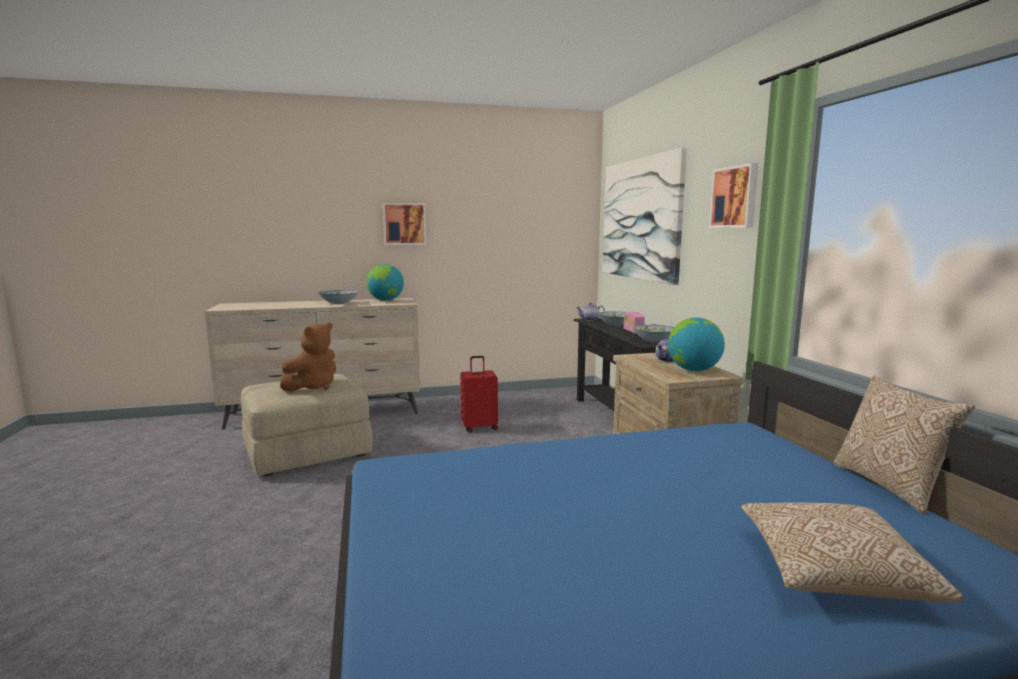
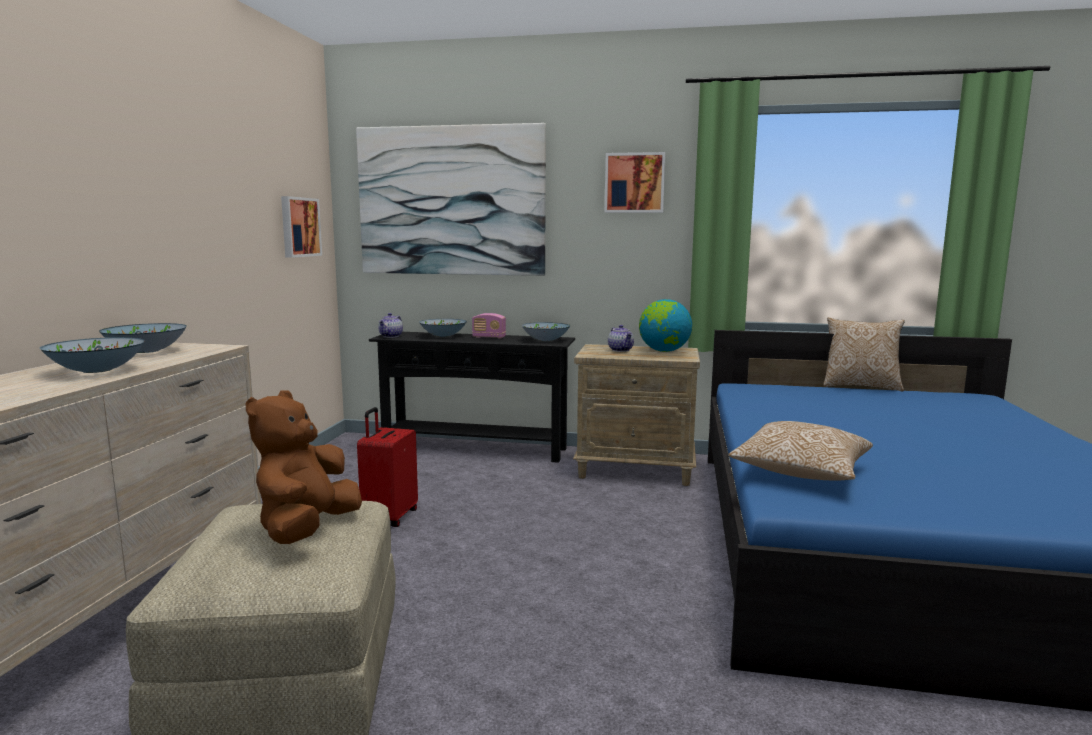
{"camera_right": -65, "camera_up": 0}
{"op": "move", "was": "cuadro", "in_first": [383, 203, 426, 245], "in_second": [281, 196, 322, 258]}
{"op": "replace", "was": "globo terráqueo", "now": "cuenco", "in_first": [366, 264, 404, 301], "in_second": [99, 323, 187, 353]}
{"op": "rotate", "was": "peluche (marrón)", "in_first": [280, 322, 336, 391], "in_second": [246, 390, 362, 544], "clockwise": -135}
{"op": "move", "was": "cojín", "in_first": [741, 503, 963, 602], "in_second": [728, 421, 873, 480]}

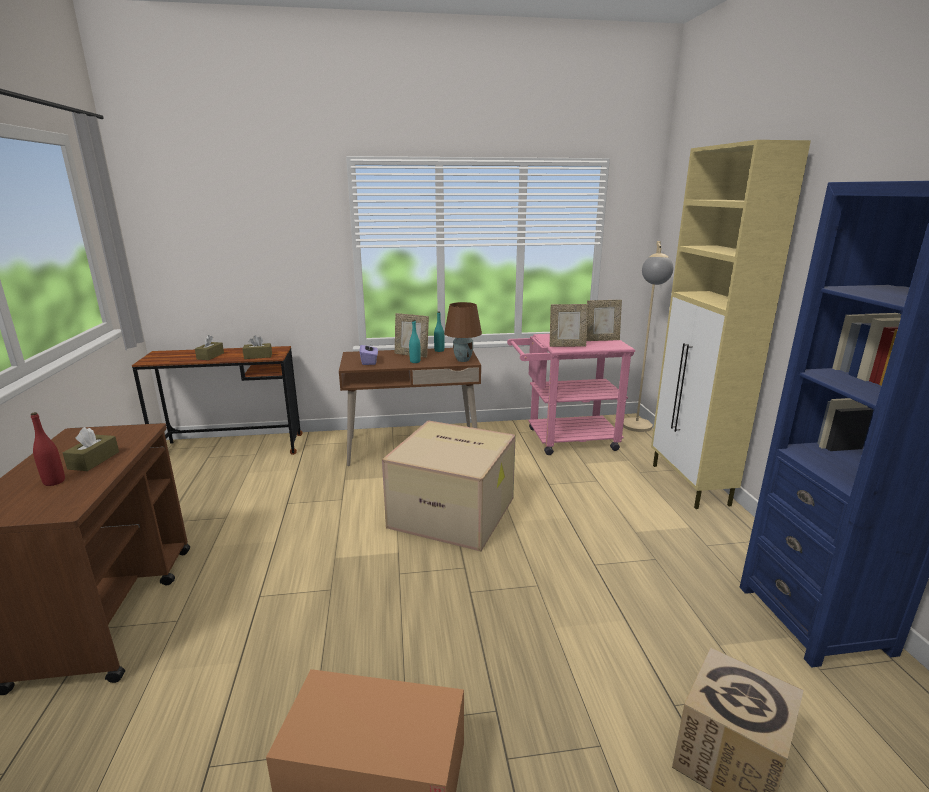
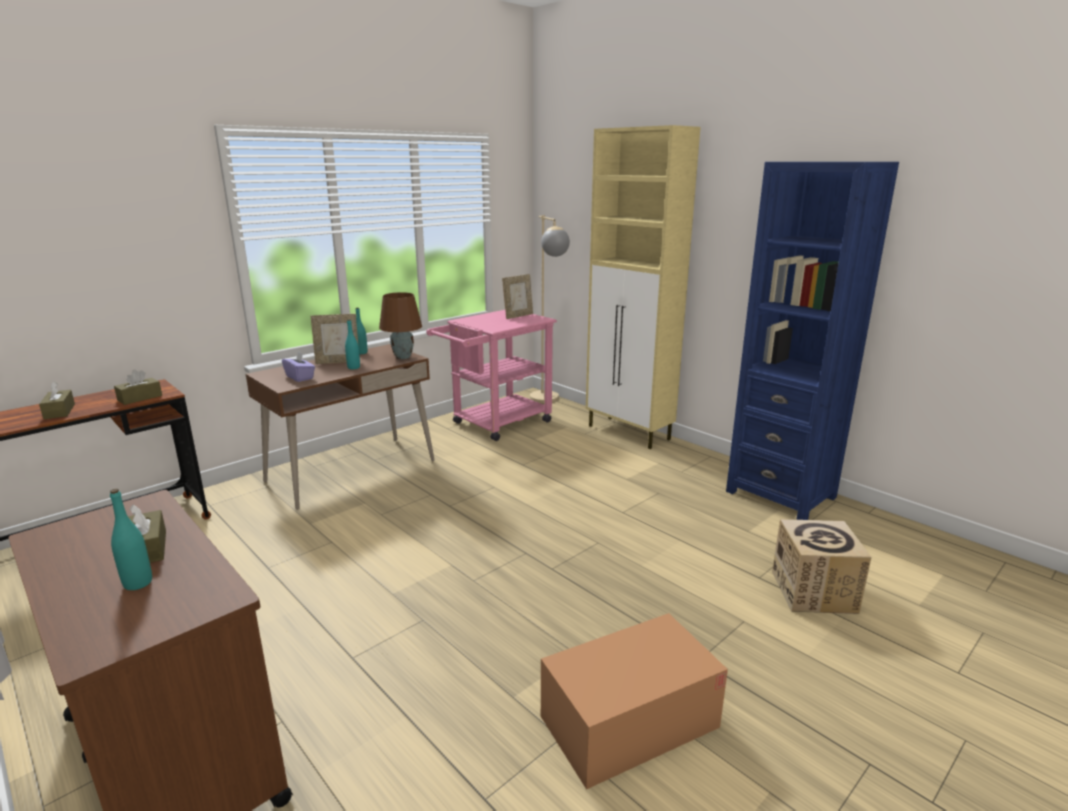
{"camera_right": -35, "camera_up": 0}
{"op": "delete", "was": "portarretratos", "in_first": [550, 304, 588, 347]}
{"op": "recolor", "was": "botella (rojo)", "now": "botella (turquesa)", "in_first": [31, 412, 65, 486], "in_second": [110, 489, 152, 590]}
{"op": "delete", "was": "caja de cartón", "in_first": [382, 420, 516, 551]}

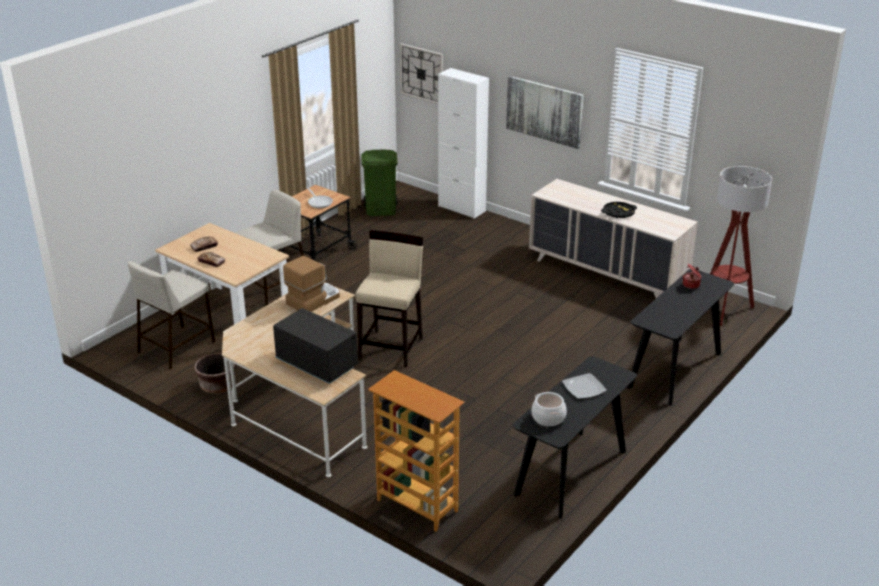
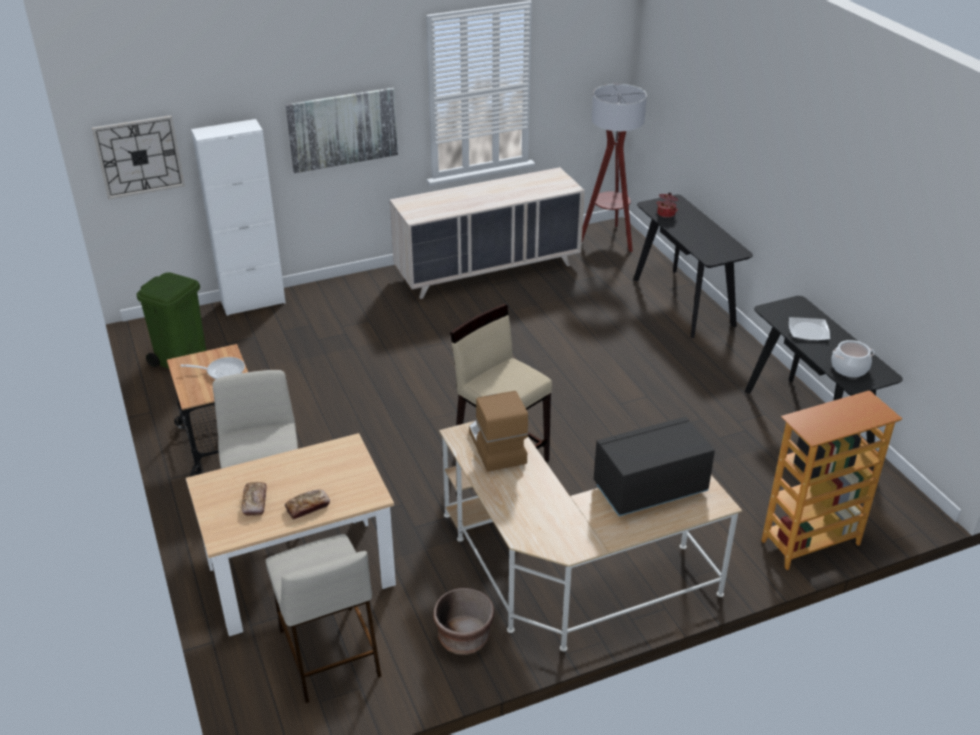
{"camera_right": -60, "camera_up": 5}
{"op": "delete", "was": "bandeja (negro)", "in_first": [601, 202, 637, 218]}

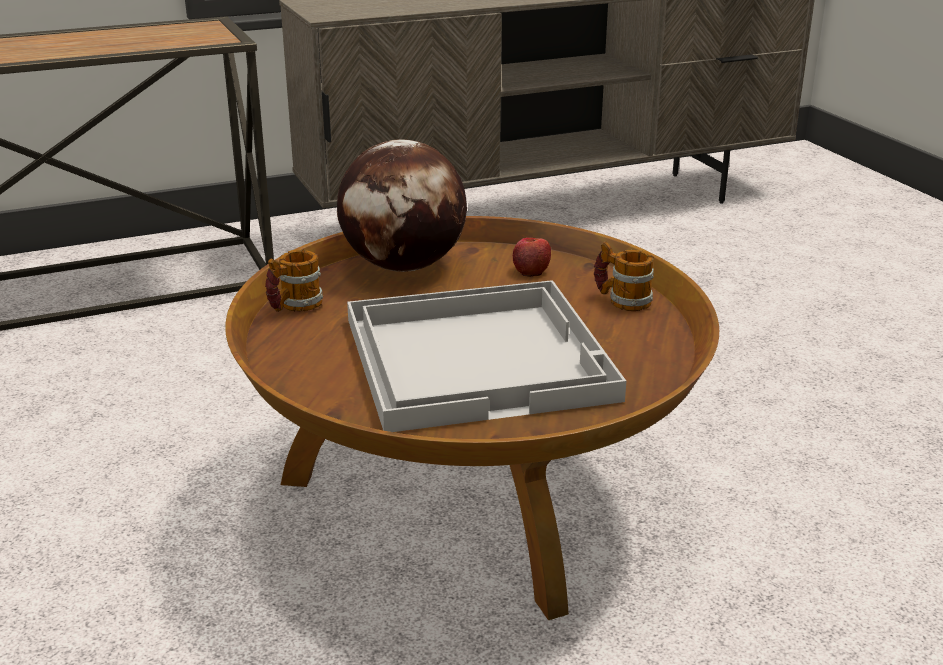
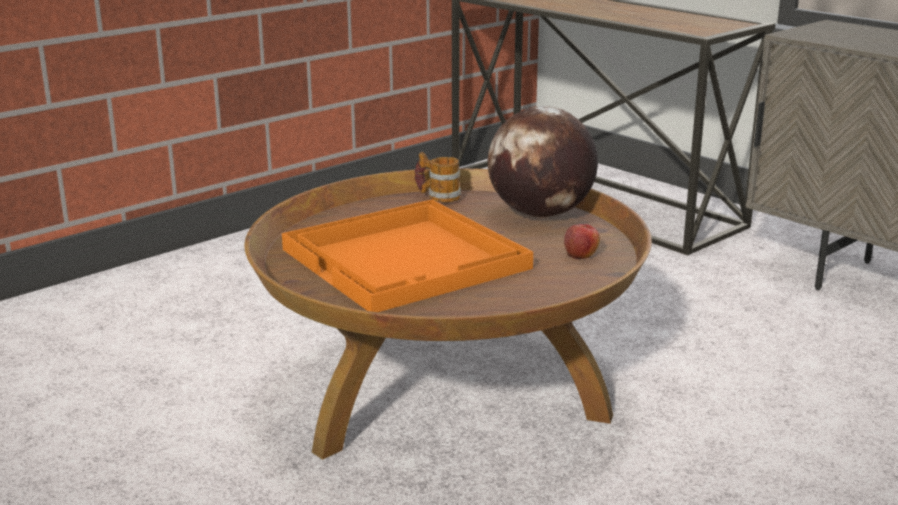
{"camera_right": 70, "camera_up": -5}
{"op": "delete", "was": "taza grande", "in_first": [594, 242, 654, 311]}
{"op": "recolor", "was": "bandeja (blanco)", "now": "bandeja (naranja)", "in_first": [347, 280, 626, 432], "in_second": [282, 199, 533, 312]}

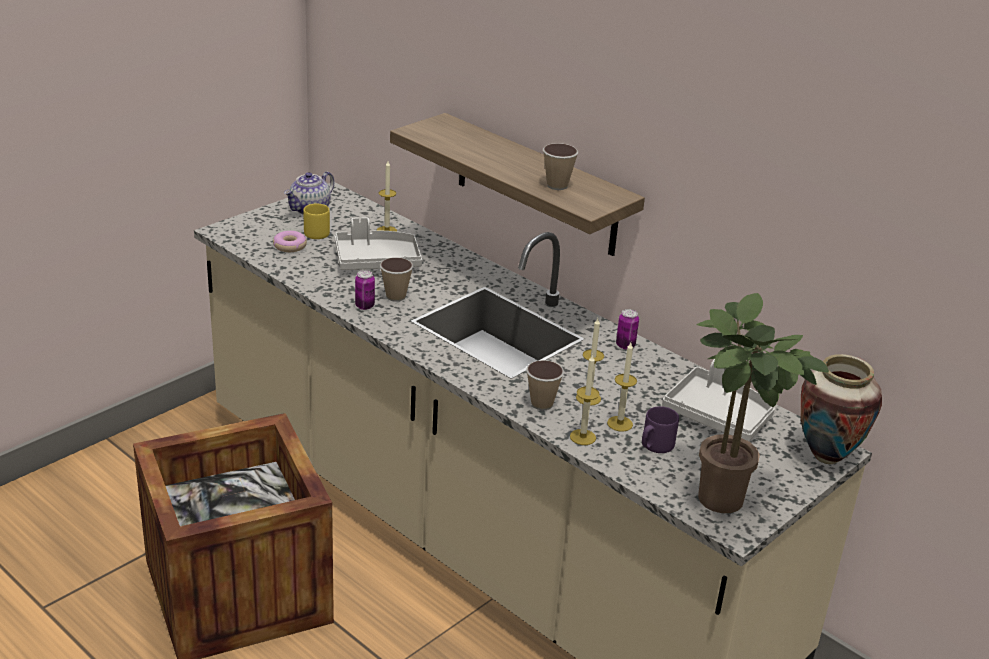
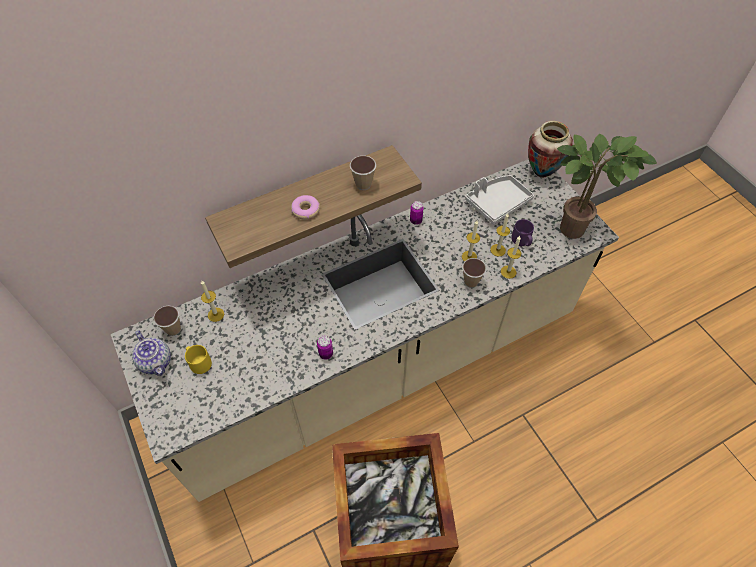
{"camera_right": -70, "camera_up": 25}
{"op": "delete", "was": "bandeja (gris)", "in_first": [335, 217, 422, 270]}
{"op": "move", "was": "rosquilla", "in_first": [273, 231, 307, 252], "in_second": [291, 195, 320, 220]}
{"op": "move", "was": "taza", "in_first": [380, 257, 413, 302], "in_second": [153, 305, 181, 336]}

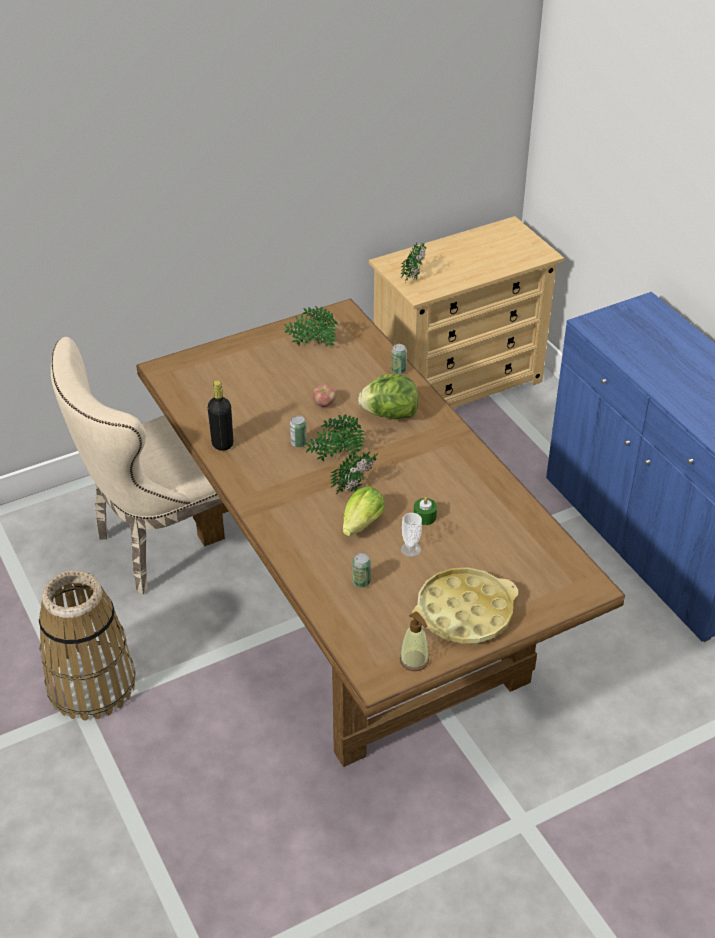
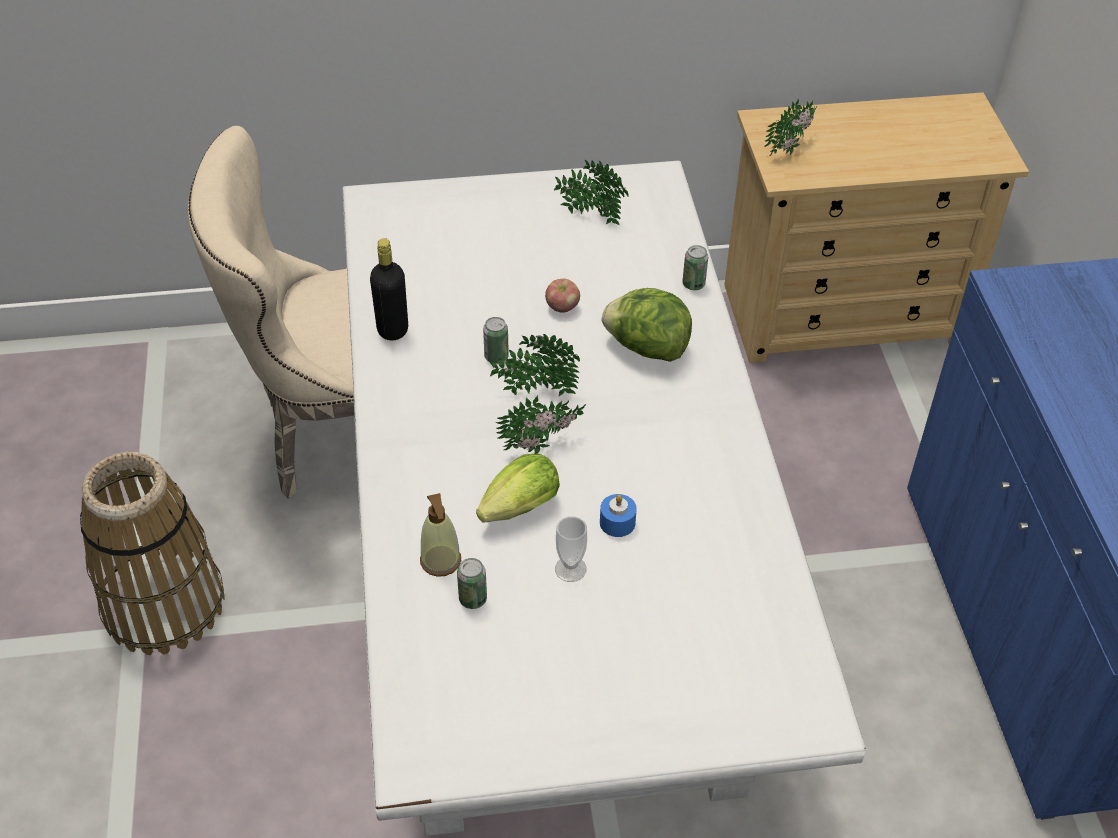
{"camera_right": 20, "camera_up": 5}
{"op": "recolor", "was": "mesa de comedor (marrón)", "now": "mesa de comedor (blanco)", "in_first": [136, 299, 625, 767], "in_second": [342, 161, 866, 836]}
{"op": "recolor", "was": "vela (verde)", "now": "vela (azul)", "in_first": [414, 497, 437, 525], "in_second": [600, 494, 637, 537]}
{"op": "delete", "was": "bandeja (amarillo)", "in_first": [412, 568, 518, 644]}
{"op": "move", "was": "dispensador de jabón", "in_first": [400, 611, 429, 671], "in_second": [420, 493, 461, 577]}

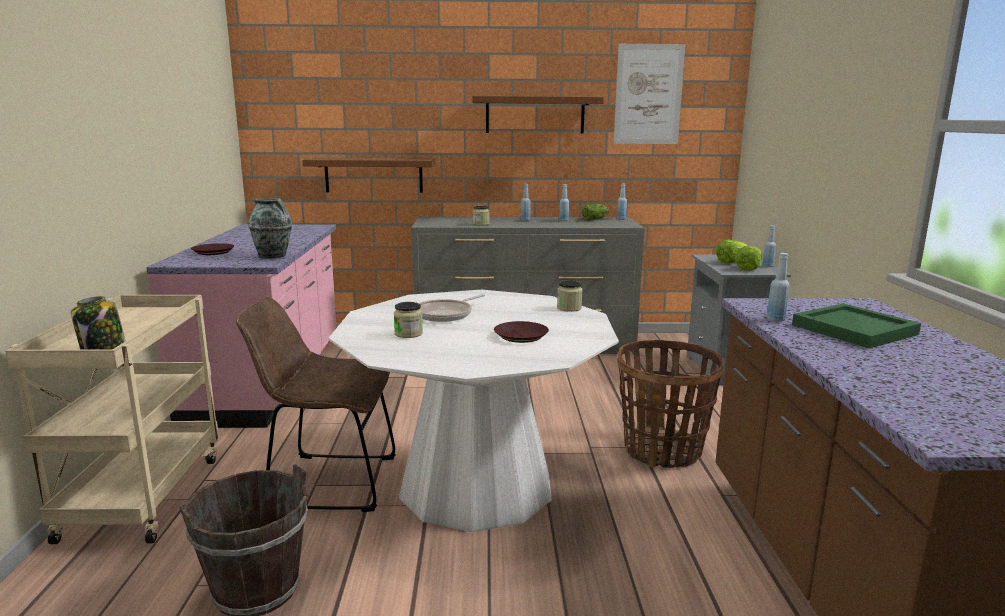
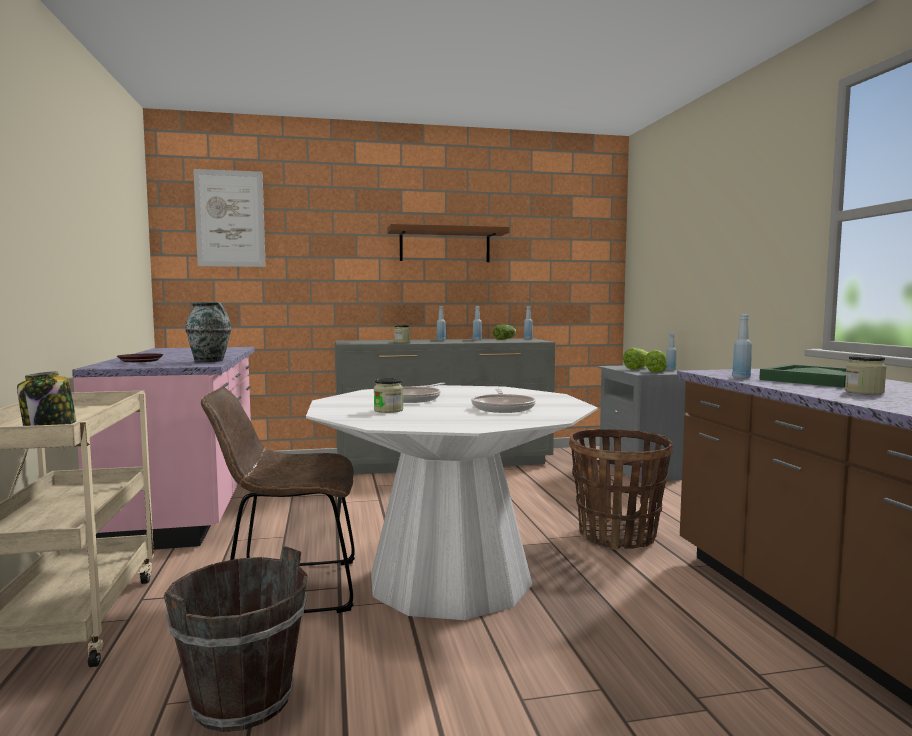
{"camera_right": -10, "camera_up": -10}
{"op": "move", "was": "cuadro", "in_first": [614, 44, 685, 144], "in_second": [193, 169, 266, 267]}
{"op": "delete", "was": "estante (marrón)", "in_first": [302, 158, 435, 193]}
{"op": "move", "was": "tarro", "in_first": [557, 280, 583, 312], "in_second": [845, 355, 887, 395]}
{"op": "replace", "was": "plato (marrón)", "now": "sartén", "in_first": [494, 321, 549, 343], "in_second": [471, 389, 536, 413]}

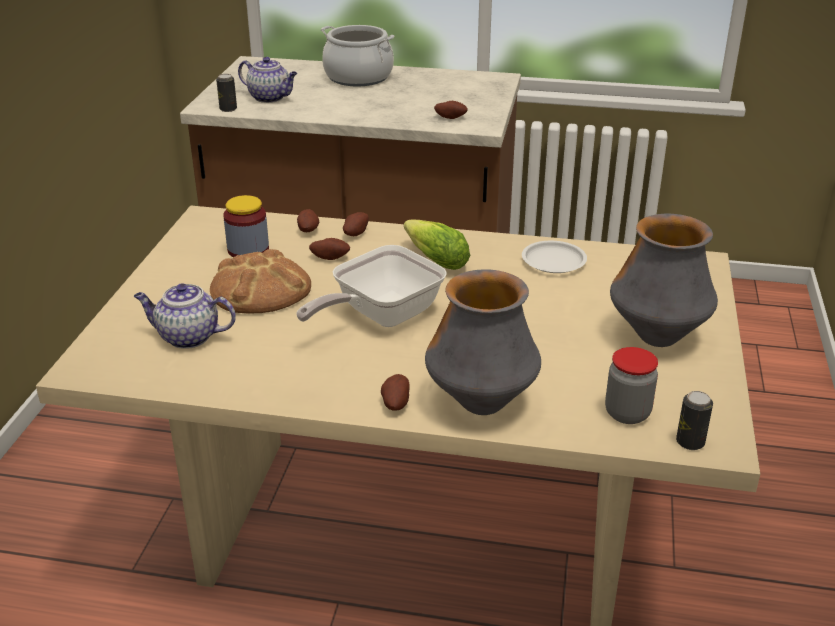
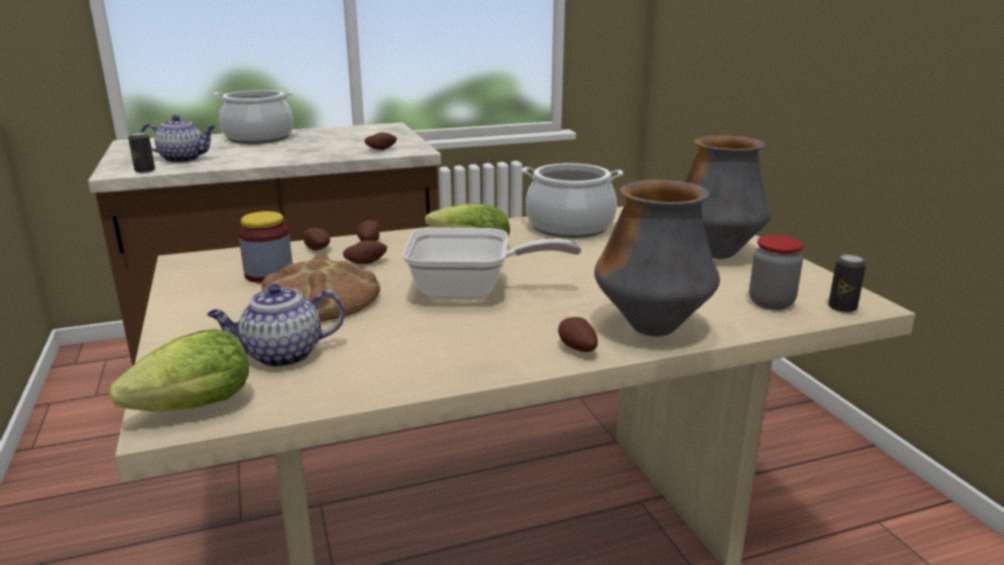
{"camera_right": -30, "camera_up": -10}
{"op": "replace", "was": "plato (blanco)", "now": "olla", "in_first": [522, 241, 587, 273], "in_second": [522, 163, 623, 238]}
{"op": "rotate", "was": "sartén", "in_first": [296, 245, 447, 327], "in_second": [403, 227, 581, 300], "clockwise": -105}
{"op": "insert", "now": "lechuga", "in_second": [109, 329, 249, 412]}

